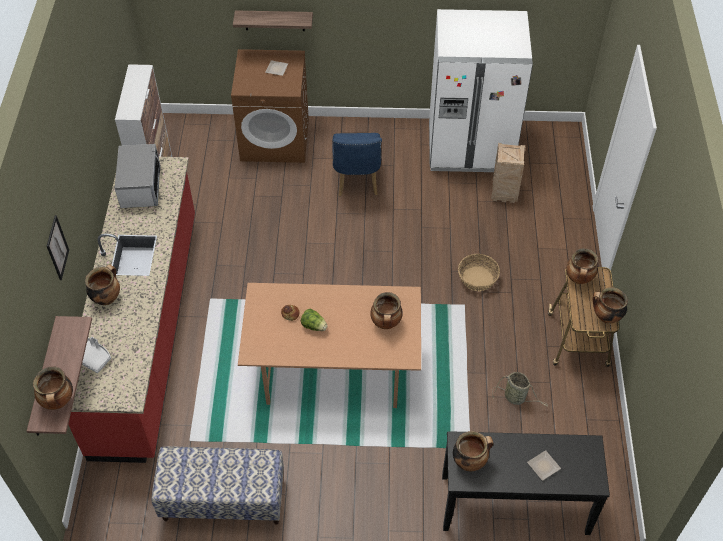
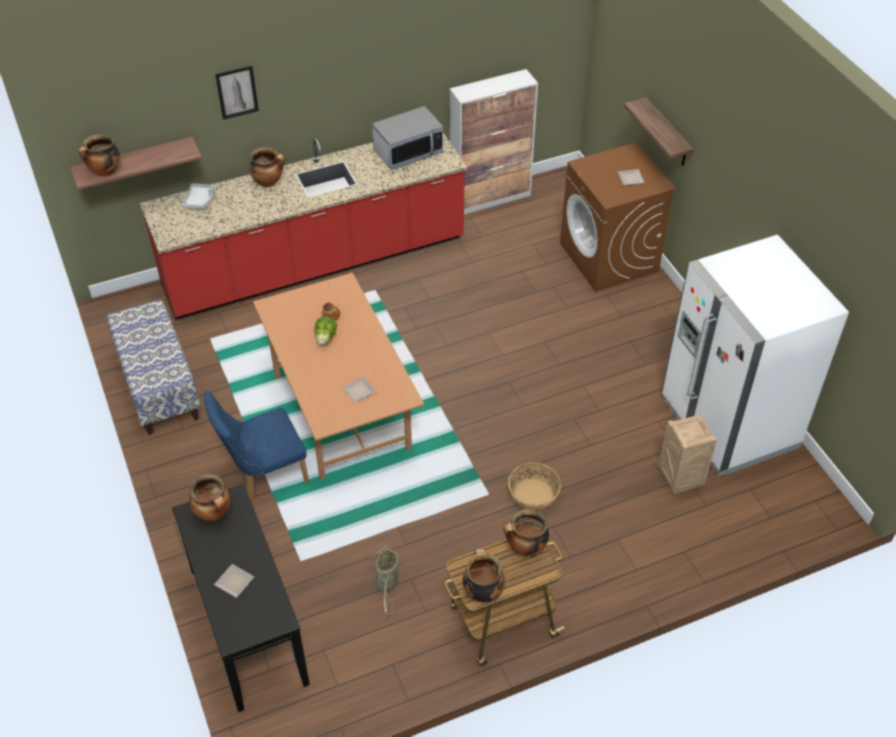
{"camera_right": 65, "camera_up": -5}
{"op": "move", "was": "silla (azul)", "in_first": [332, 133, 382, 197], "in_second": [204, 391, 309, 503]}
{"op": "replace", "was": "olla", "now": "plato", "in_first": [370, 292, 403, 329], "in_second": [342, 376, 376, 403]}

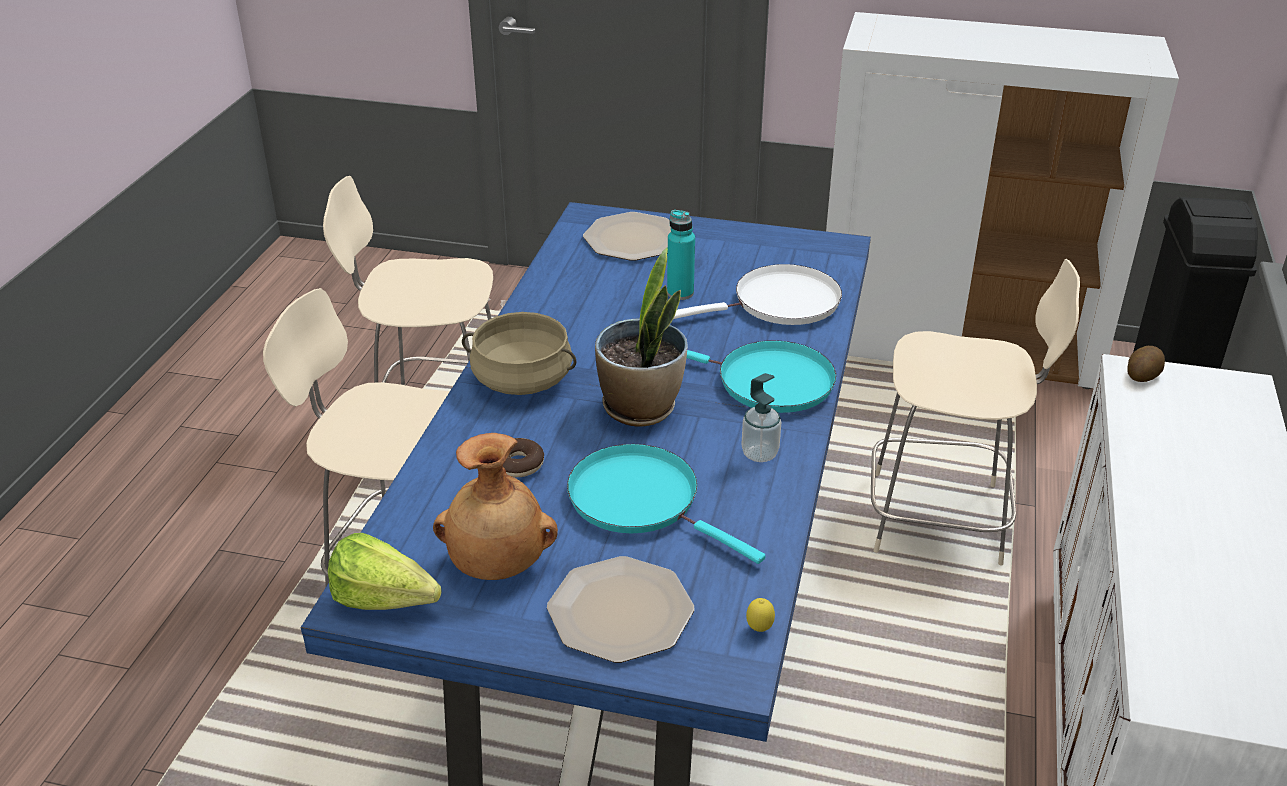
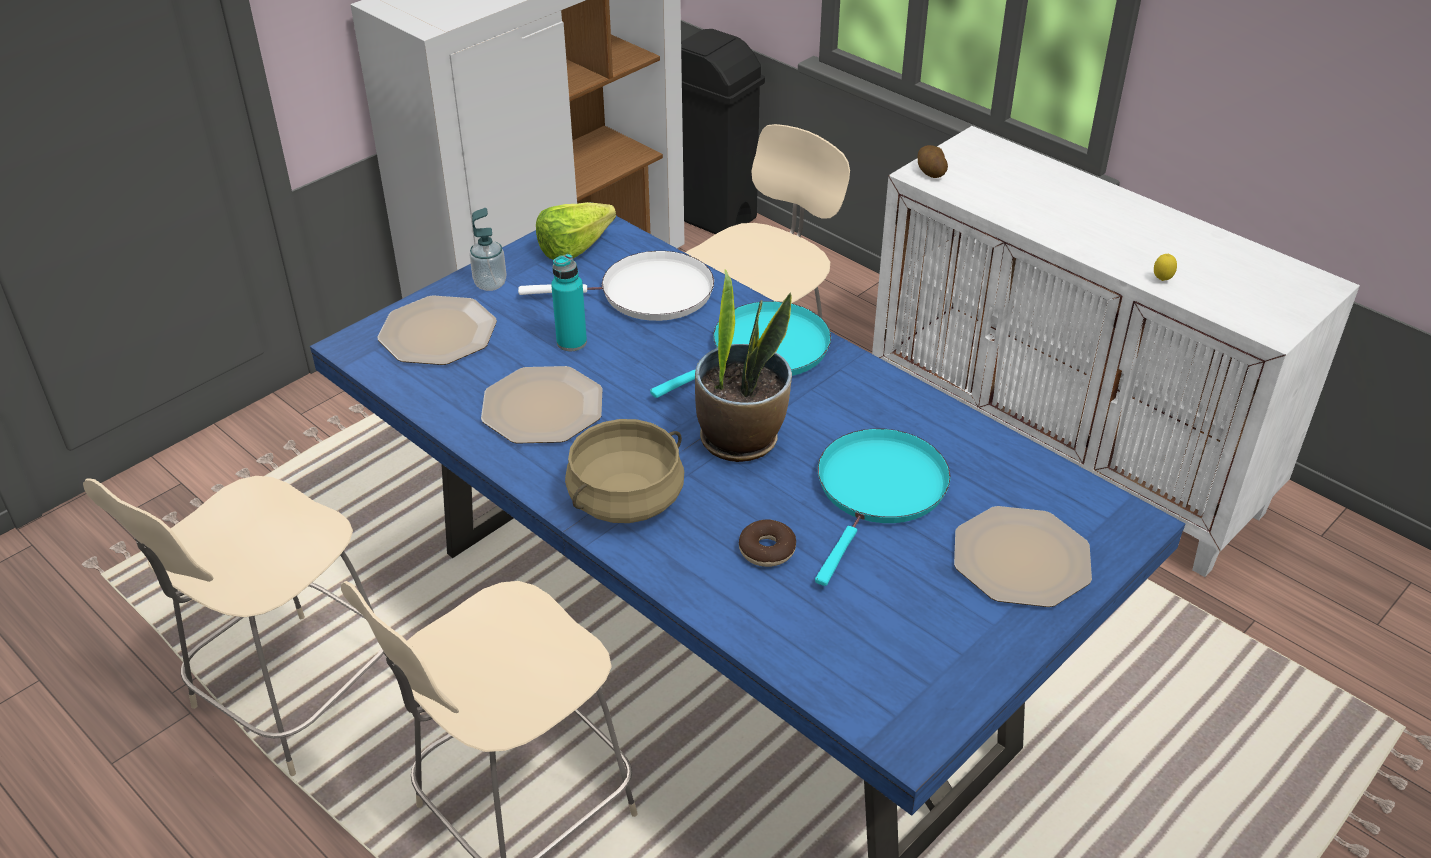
{"camera_right": -60, "camera_up": 5}
{"op": "rotate", "was": "sartén (blanco)", "in_first": [674, 264, 842, 325], "in_second": [518, 251, 714, 321], "clockwise": 75}
{"op": "move", "was": "dispensador de jabón", "in_first": [742, 373, 781, 462], "in_second": [469, 208, 507, 291]}
{"op": "delete", "was": "florero (marrón)", "in_first": [433, 433, 558, 580]}
{"op": "rotate", "was": "sartén (turquesa)", "in_first": [567, 444, 765, 564], "in_second": [815, 428, 951, 586], "clockwise": 135}
{"op": "move", "was": "lechuga", "in_first": [328, 533, 442, 610], "in_second": [536, 202, 616, 260]}
{"op": "move", "was": "limón", "in_first": [746, 598, 775, 632], "in_second": [1154, 254, 1177, 281]}
{"op": "insert", "now": "plato", "in_second": [481, 366, 602, 444]}

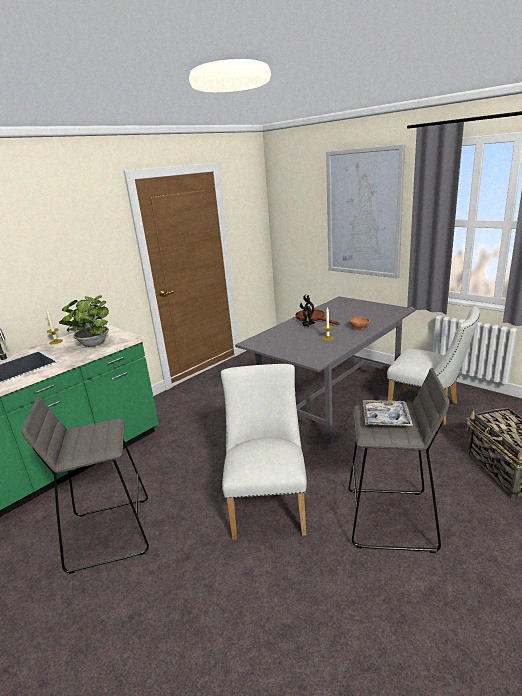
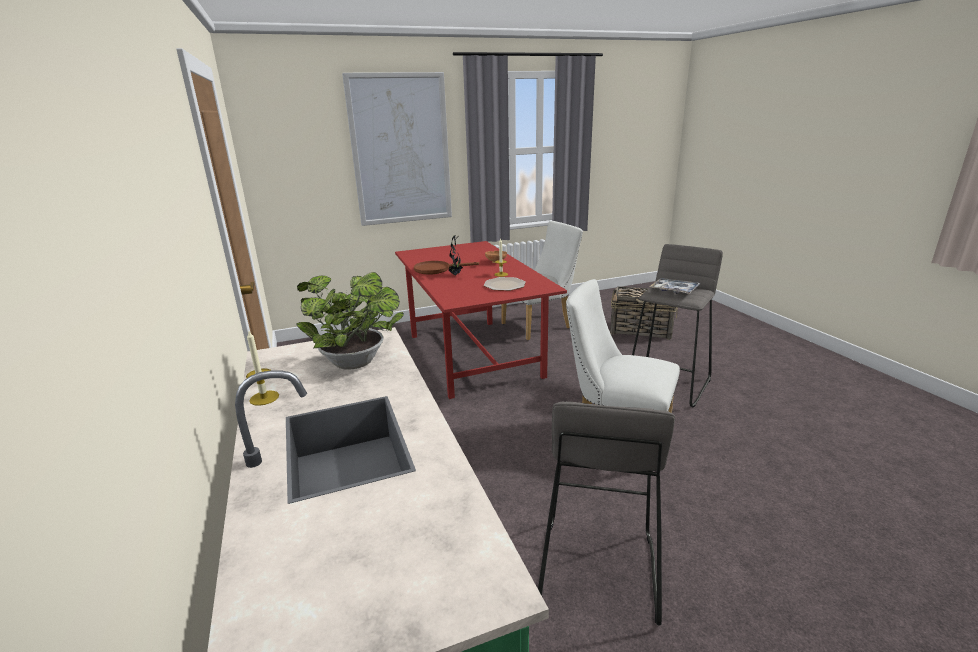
{"camera_right": -65, "camera_up": 0}
{"op": "recolor", "was": "mesa de comedor (gris)", "now": "mesa de comedor (rojo)", "in_first": [235, 296, 416, 443], "in_second": [395, 241, 567, 399]}
{"op": "insert", "now": "plato", "in_second": [484, 277, 526, 291]}

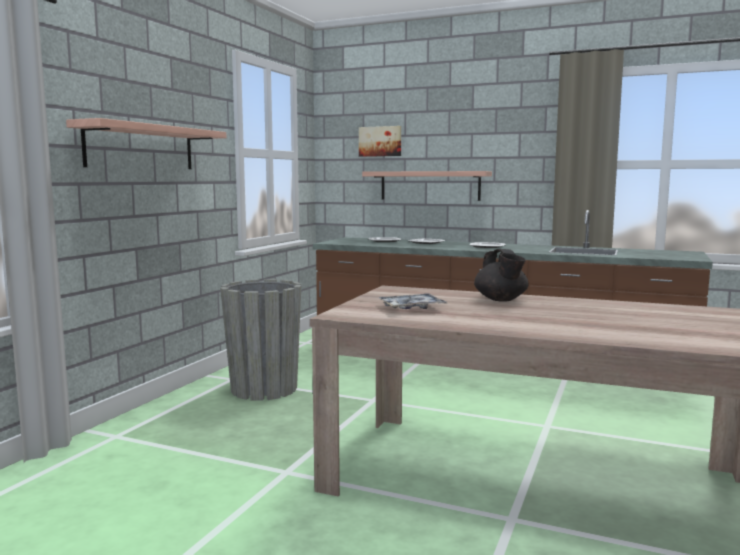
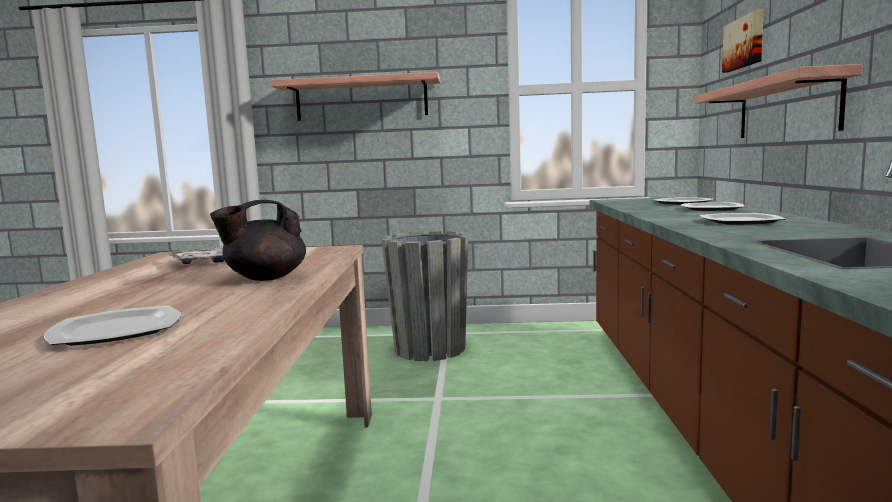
{"camera_right": 70, "camera_up": 0}
{"op": "insert", "now": "plato", "in_second": [44, 306, 181, 346]}

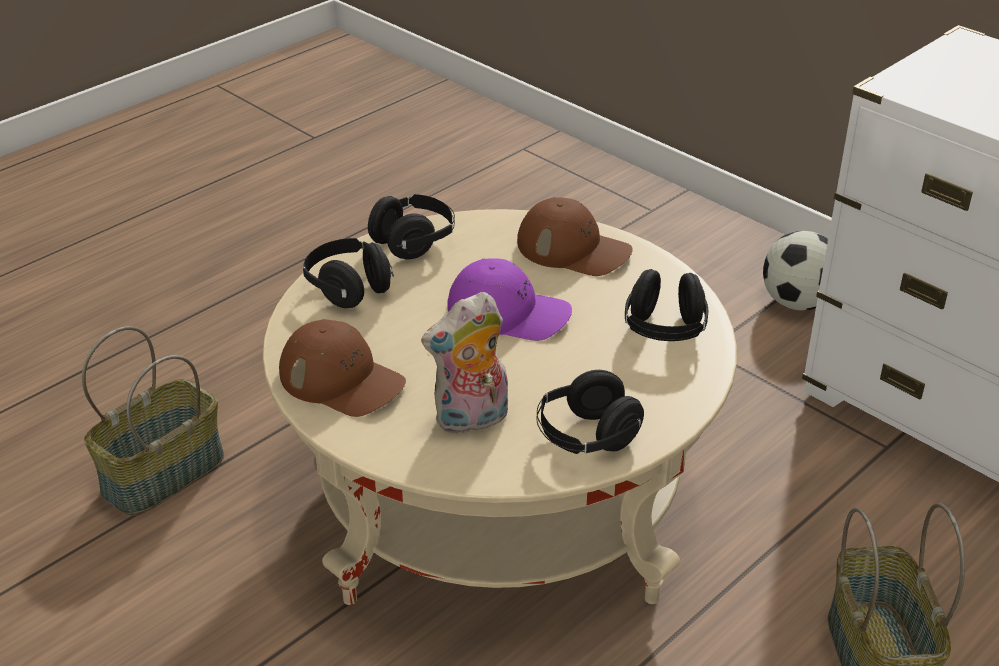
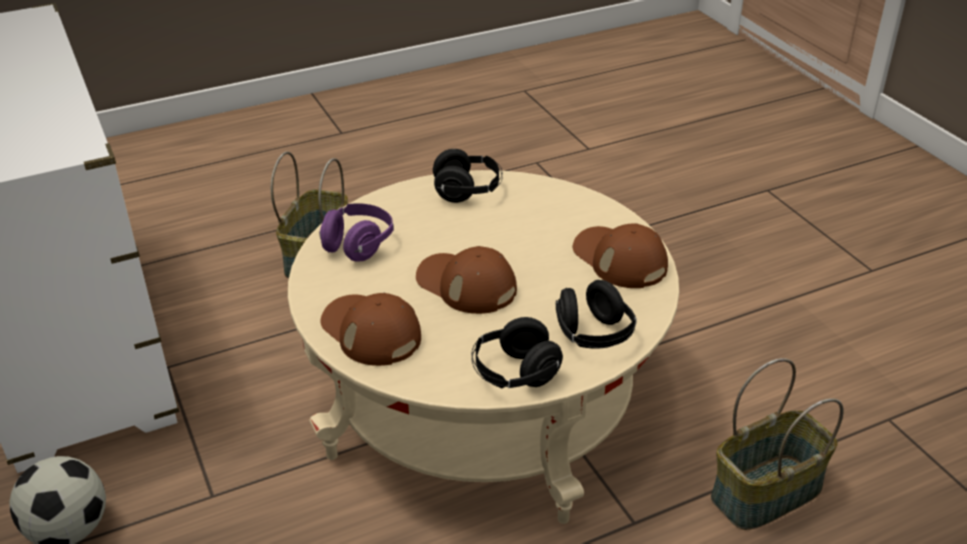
{"camera_right": -160, "camera_up": 0}
{"op": "recolor", "was": "gorra (morado)", "now": "gorra (marrón)", "in_first": [448, 258, 572, 341], "in_second": [416, 246, 517, 314]}
{"op": "recolor", "was": "auriculares (negro)", "now": "auriculares (morado)", "in_first": [625, 269, 708, 341], "in_second": [319, 203, 394, 262]}
{"op": "delete", "was": "peluche", "in_first": [421, 292, 508, 435]}

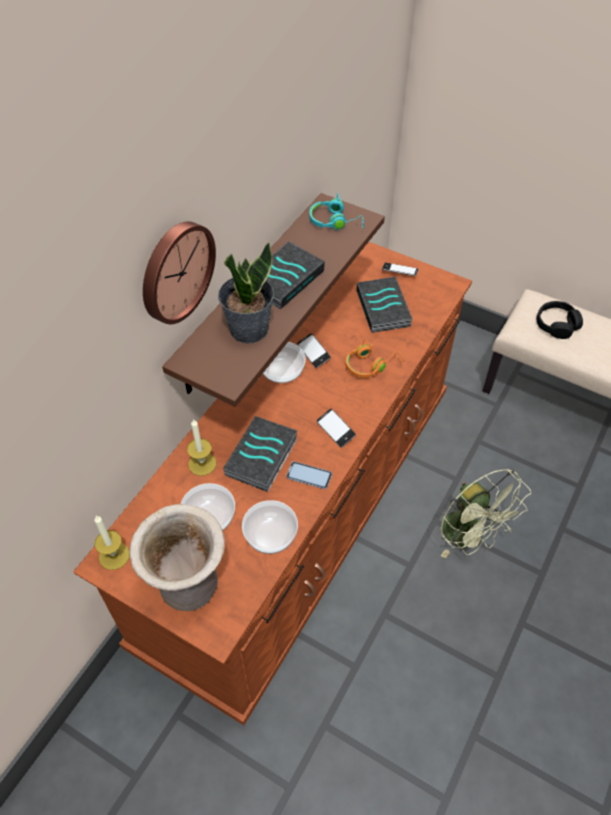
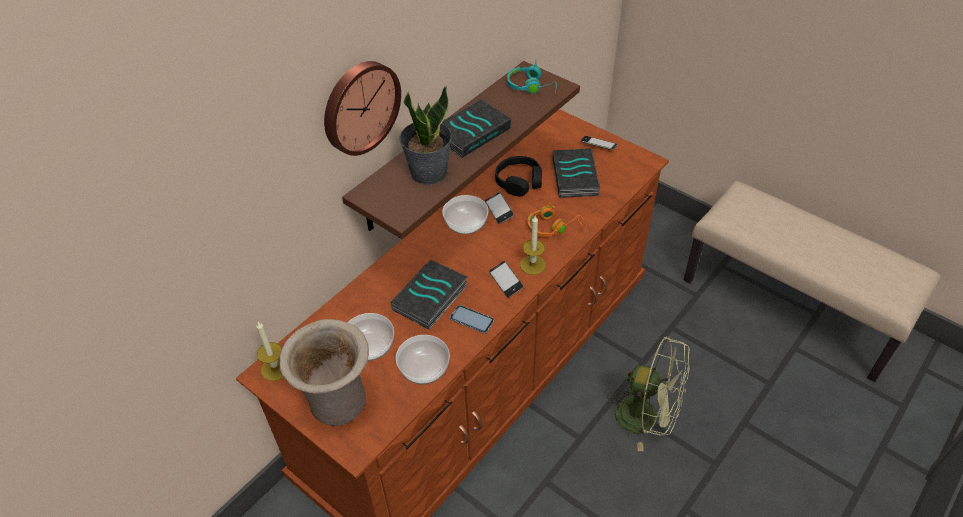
{"camera_right": 10, "camera_up": -5}
{"op": "move", "was": "auriculares (negro)", "in_first": [536, 301, 583, 339], "in_second": [495, 156, 542, 197]}
{"op": "move", "was": "vela", "in_first": [187, 419, 216, 476], "in_second": [520, 216, 546, 275]}
{"op": "rotate", "was": "ventilador (verde)", "in_first": [441, 469, 531, 558], "in_second": [607, 336, 690, 451], "clockwise": -45}

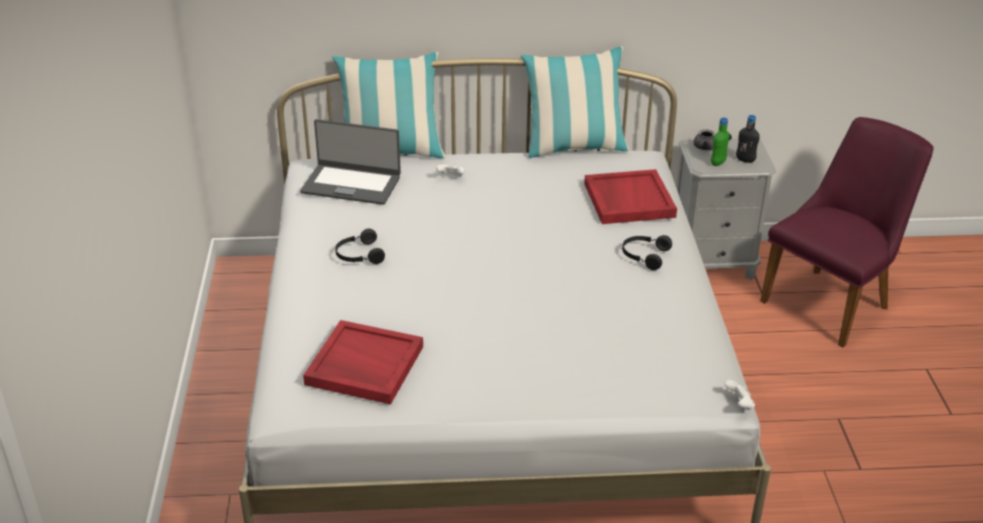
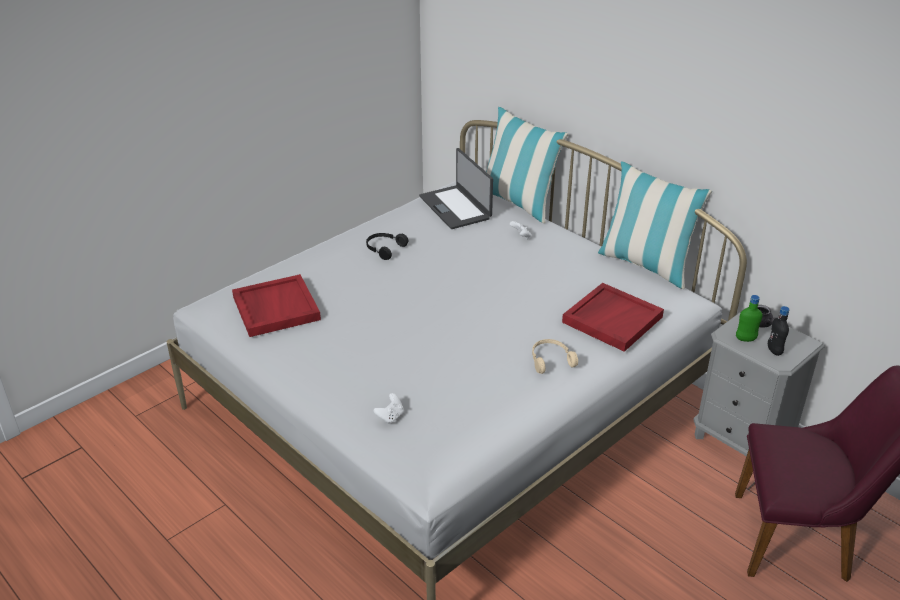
{"camera_right": 50, "camera_up": 0}
{"op": "recolor", "was": "auriculares (negro)", "now": "auriculares (beis)", "in_first": [622, 235, 672, 270], "in_second": [532, 339, 578, 374]}
{"op": "move", "was": "mando de consola (blanco)", "in_first": [724, 380, 755, 411], "in_second": [374, 393, 404, 424]}

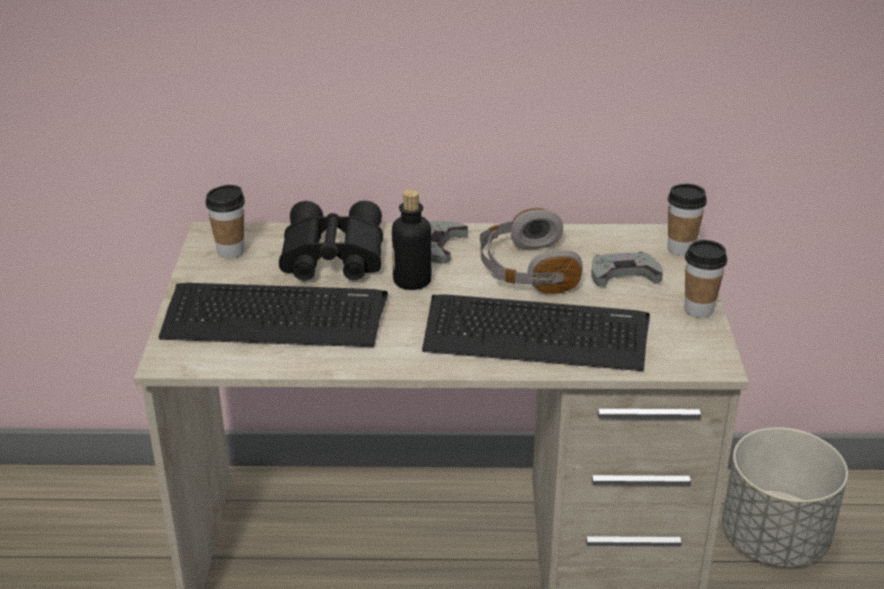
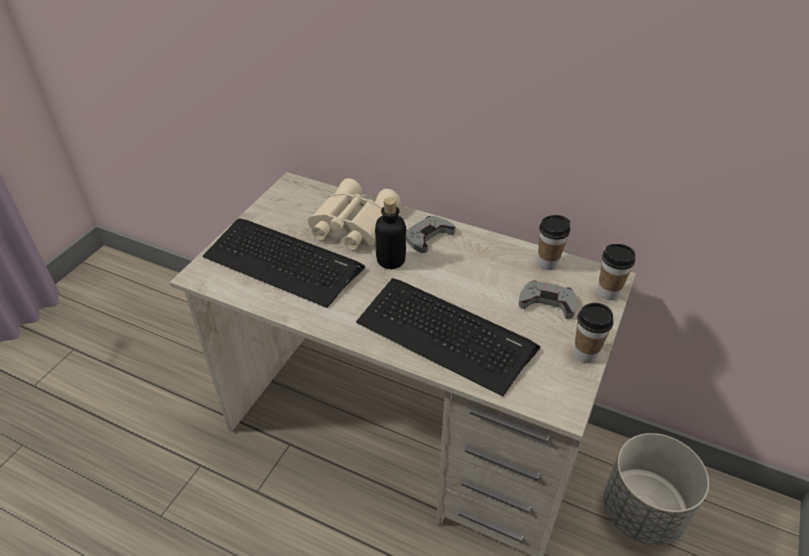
{"camera_right": 25, "camera_up": 10}
{"op": "move", "was": "taza", "in_first": [205, 185, 245, 259], "in_second": [538, 215, 570, 270]}
{"op": "recolor", "was": "prismáticos (negro)", "now": "prismáticos (beis)", "in_first": [279, 201, 383, 281], "in_second": [308, 178, 401, 249]}
{"op": "delete", "was": "auriculares (gris)", "in_first": [480, 208, 583, 294]}

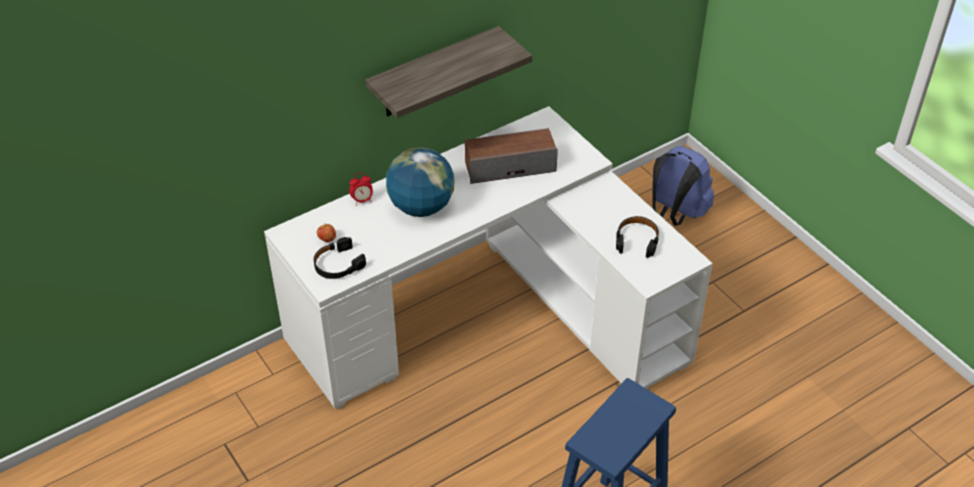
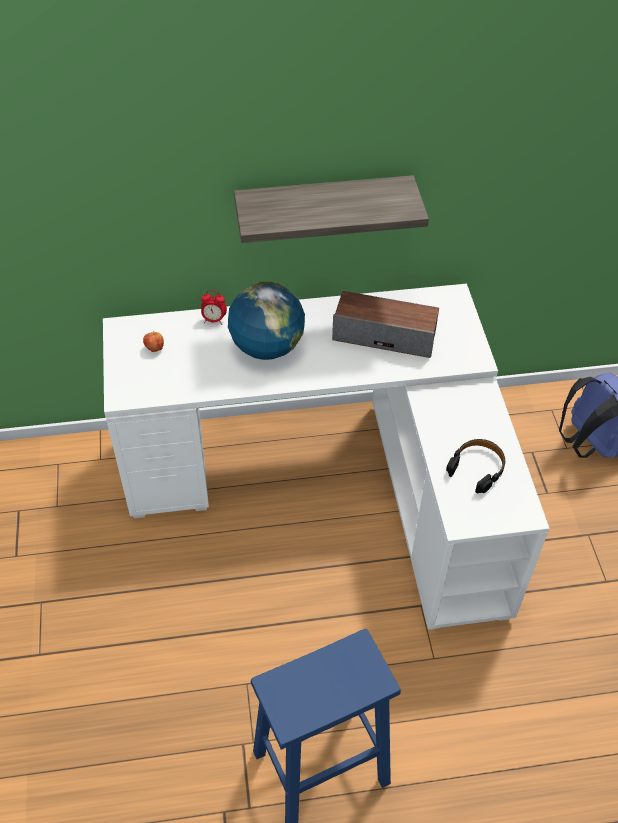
{"camera_right": 25, "camera_up": 5}
{"op": "delete", "was": "auriculares (negro)", "in_first": [314, 237, 366, 279]}

